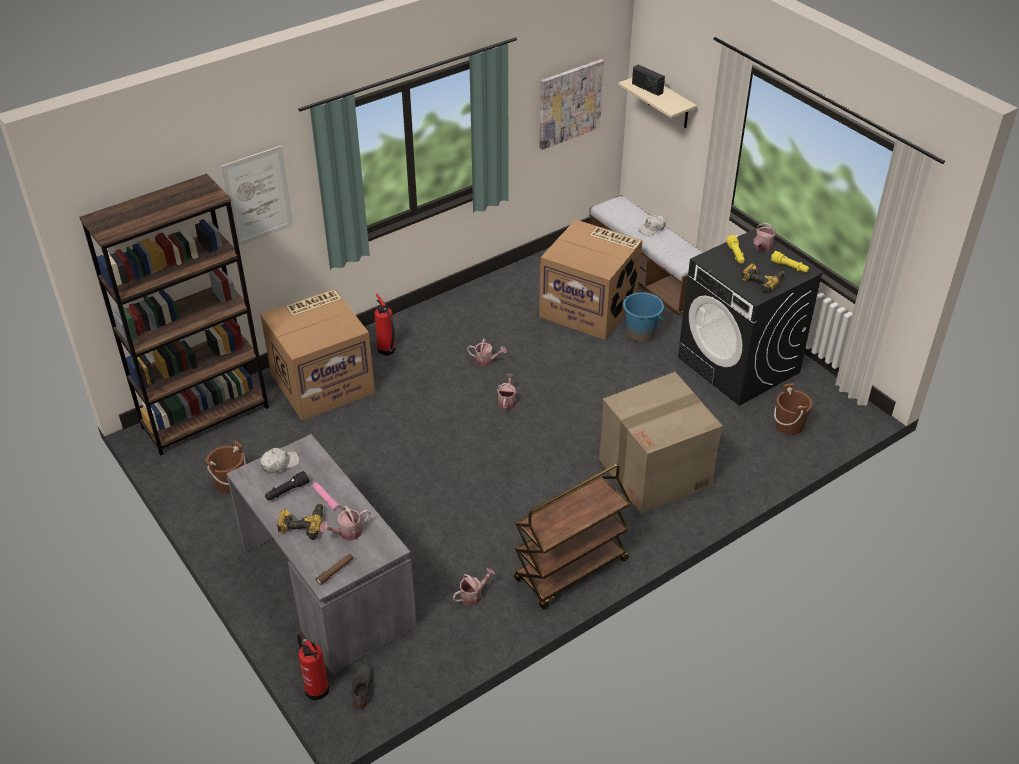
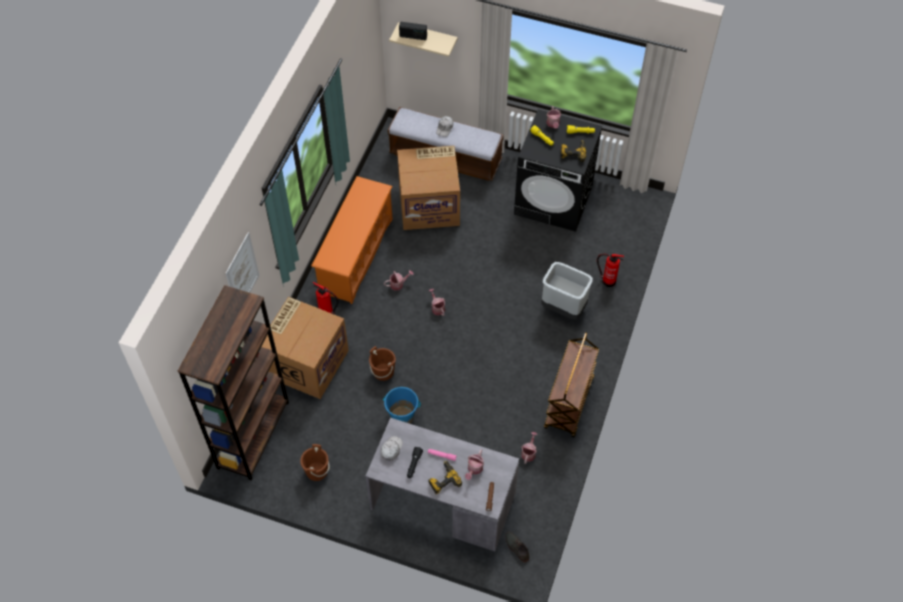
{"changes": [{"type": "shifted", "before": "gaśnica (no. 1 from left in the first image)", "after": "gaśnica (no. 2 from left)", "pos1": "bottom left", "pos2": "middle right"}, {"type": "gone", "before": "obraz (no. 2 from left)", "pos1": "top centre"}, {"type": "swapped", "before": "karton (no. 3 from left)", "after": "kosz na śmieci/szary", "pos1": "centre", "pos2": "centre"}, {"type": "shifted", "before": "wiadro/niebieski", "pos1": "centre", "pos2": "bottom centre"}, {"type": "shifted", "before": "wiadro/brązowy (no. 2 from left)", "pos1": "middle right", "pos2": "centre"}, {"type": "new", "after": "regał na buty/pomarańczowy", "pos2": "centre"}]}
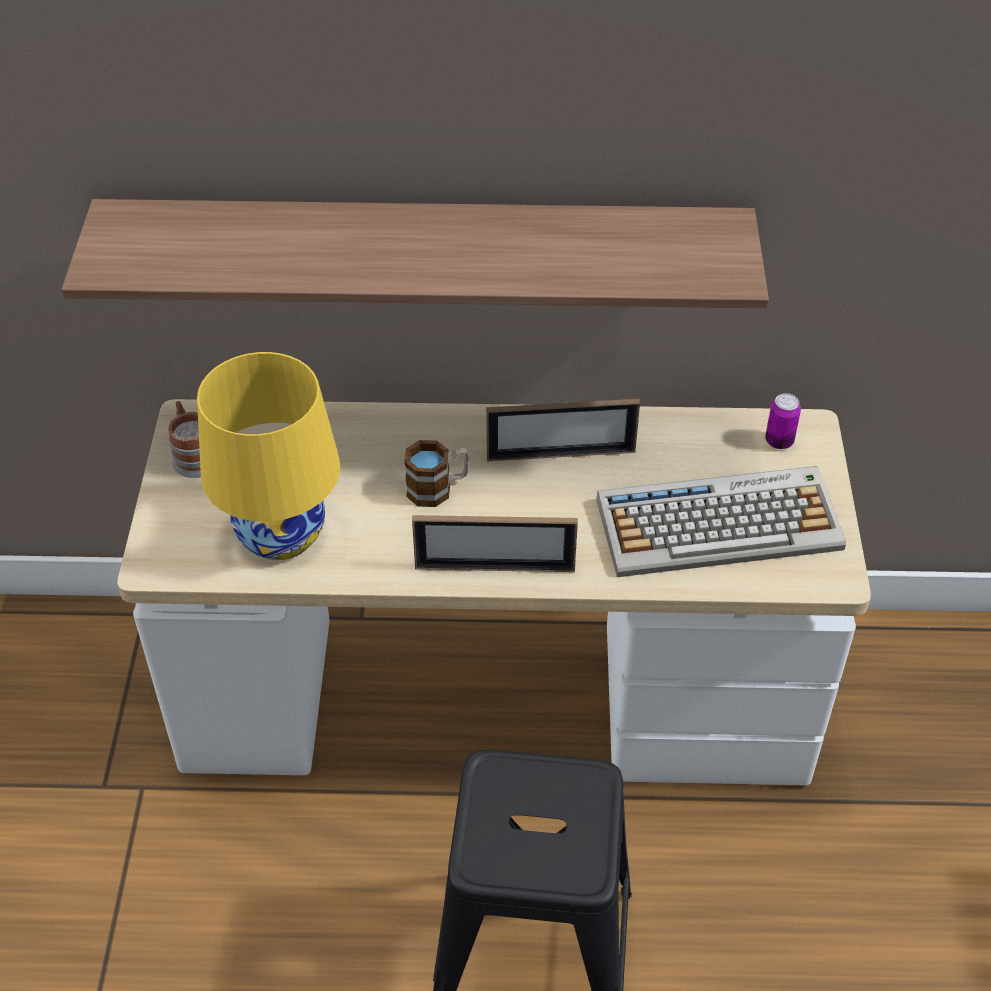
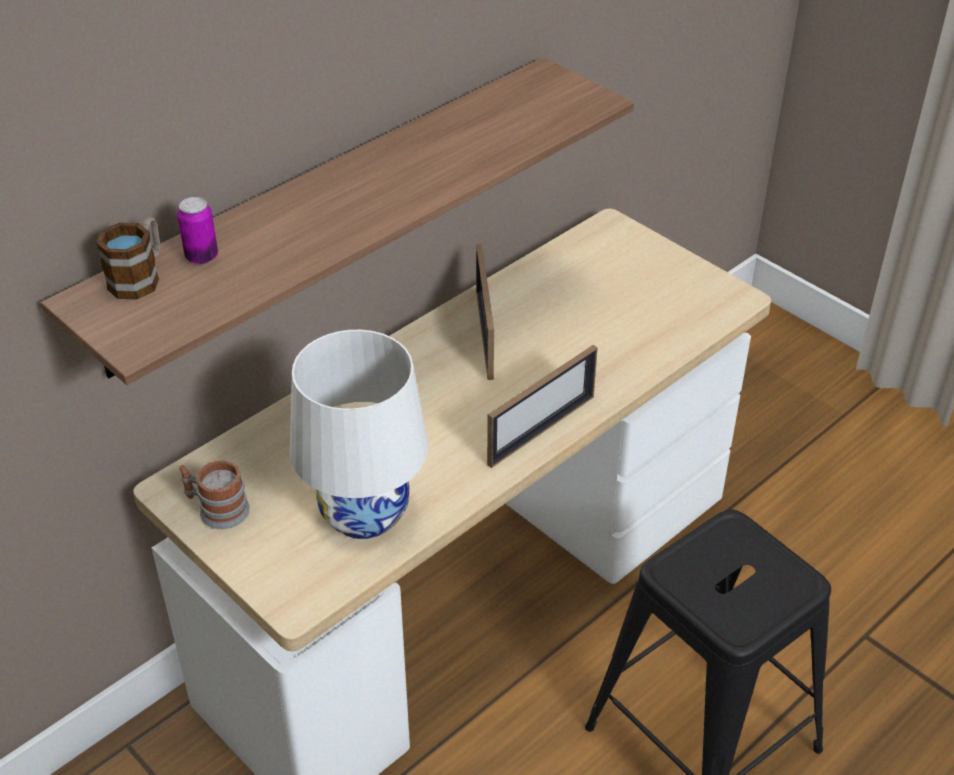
{"changes": [{"type": "repainted", "before": "lampa stołowa/żółty", "after": "lampa stołowa/biały", "pos1": "middle left", "pos2": "centre"}, {"type": "shifted", "before": "kubek (no. 2 from left in the first image)", "after": "kubek (no. 1 from left)", "pos1": "centre", "pos2": "top left"}, {"type": "rotated", "before": "ramka na zdjęcie (no. 2 from left in the first image)", "pos1": "centre", "pos2": "centre", "turn": 135}, {"type": "gone", "before": "klawiatura", "pos1": "middle right"}, {"type": "shifted", "before": "puszka", "pos1": "middle right", "pos2": "top left"}]}
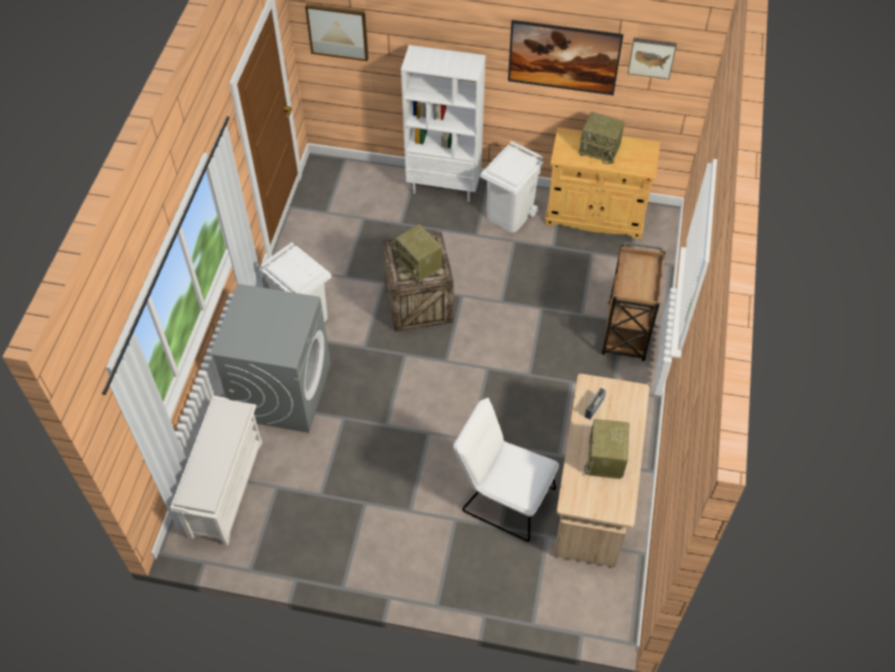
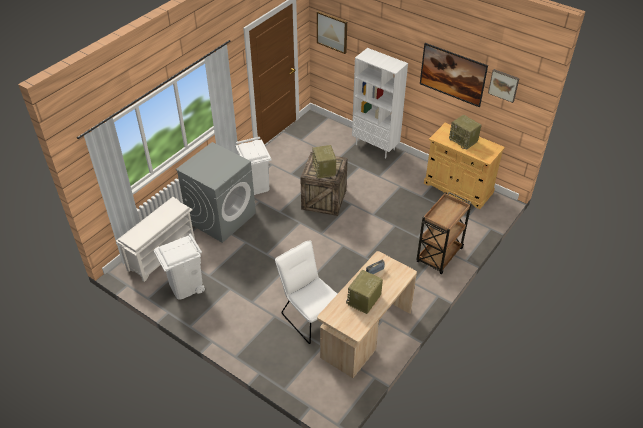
{"changes": [{"type": "shifted", "before": "kosz na śmieci/biały (no. 2 from left in the first image)", "after": "kosz na śmieci/biały (no. 1 from left)", "pos1": "top centre", "pos2": "middle left"}]}
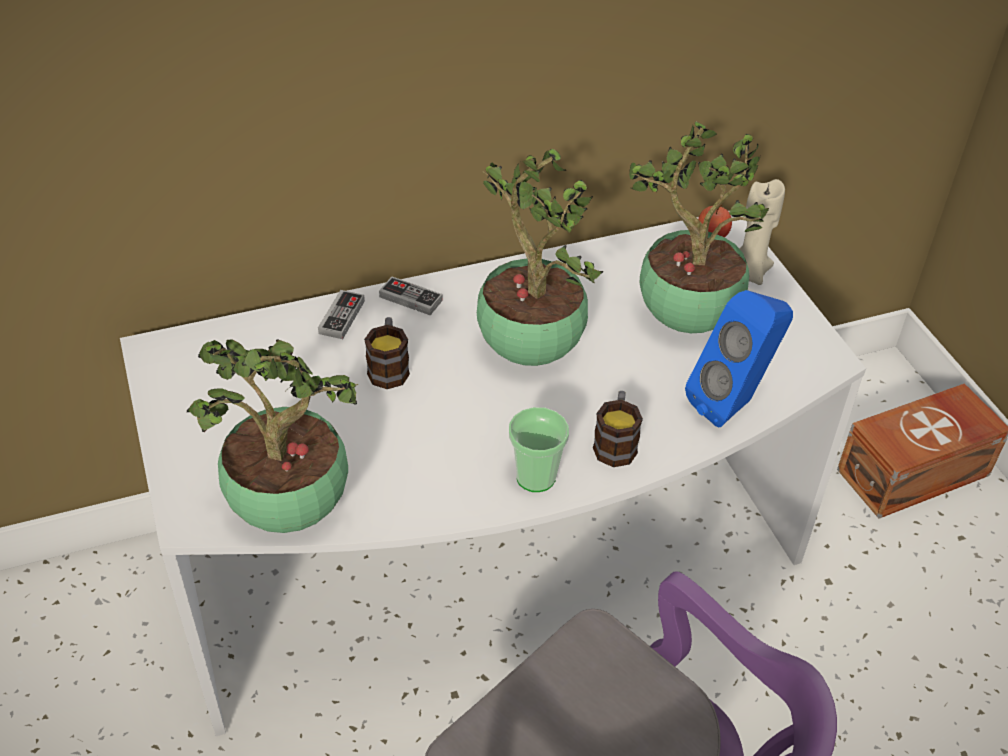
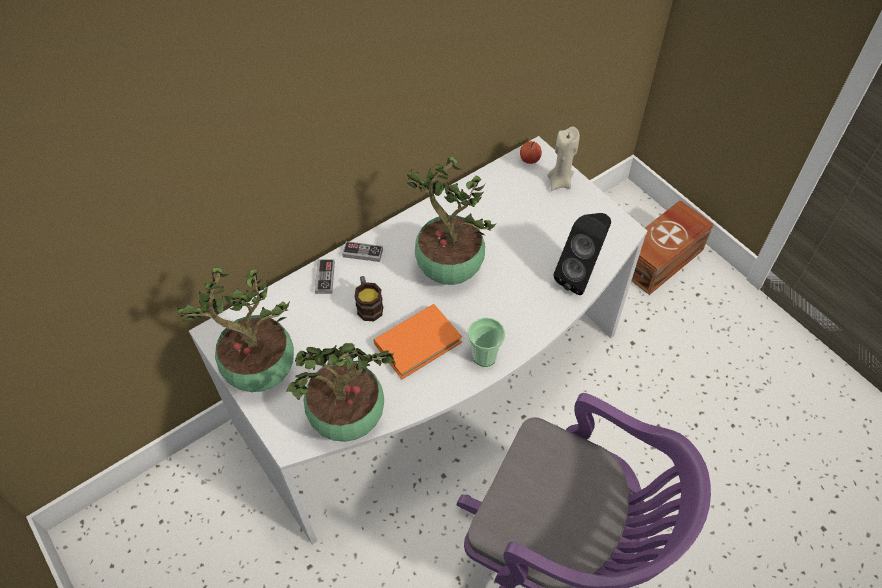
{"changes": [{"type": "gone", "before": "kubek (no. 2 from left)", "pos1": "centre"}, {"type": "shifted", "before": "roślina doniczkowa (no. 3 from left in the first image)", "after": "roślina doniczkowa (no. 1 from left)", "pos1": "top right", "pos2": "middle left"}, {"type": "repainted", "before": "głośnik/niebieski", "after": "głośnik/czarny", "pos1": "middle right", "pos2": "centre"}, {"type": "new", "after": "książka/pomarańczowy", "pos2": "centre"}]}
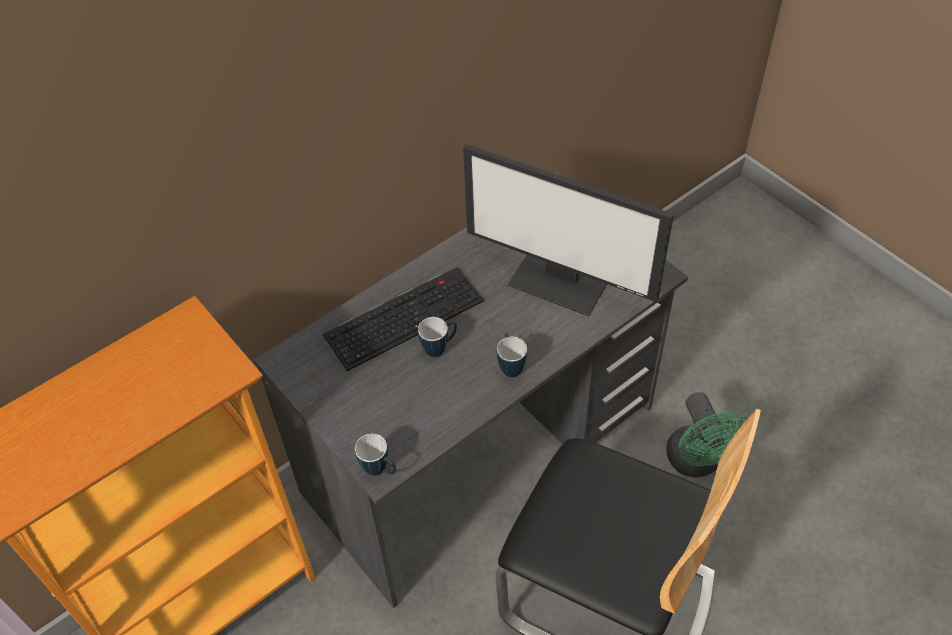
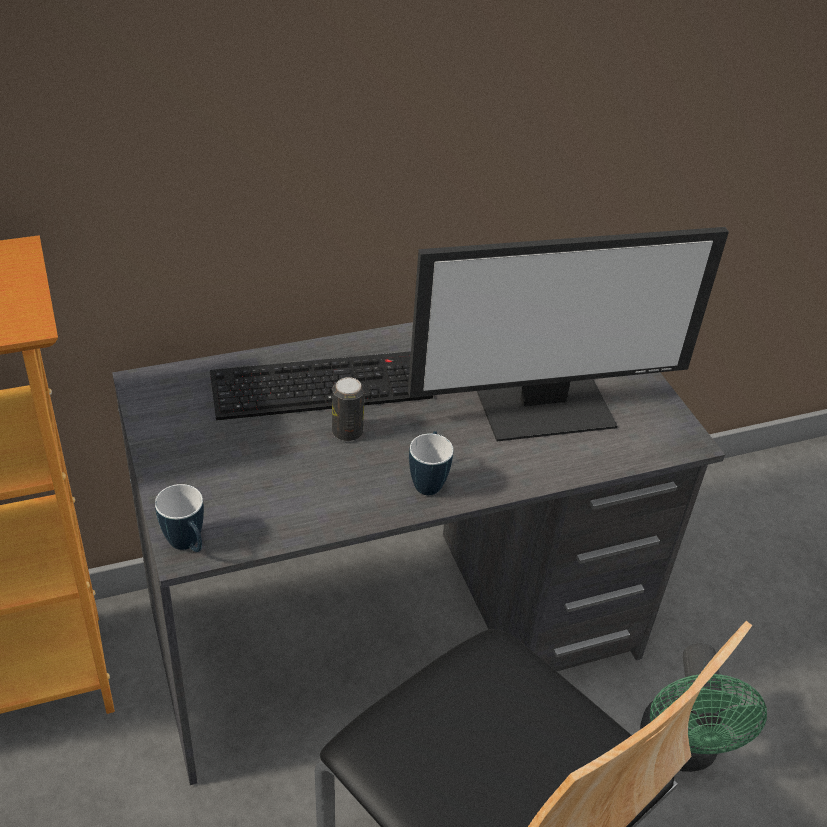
{"changes": [{"type": "swapped", "before": "kubek (no. 2 from left)", "after": "puszka", "pos1": "centre", "pos2": "centre"}, {"type": "rotated", "before": "monitor", "pos1": "centre", "pos2": "middle right", "turn": -60}]}
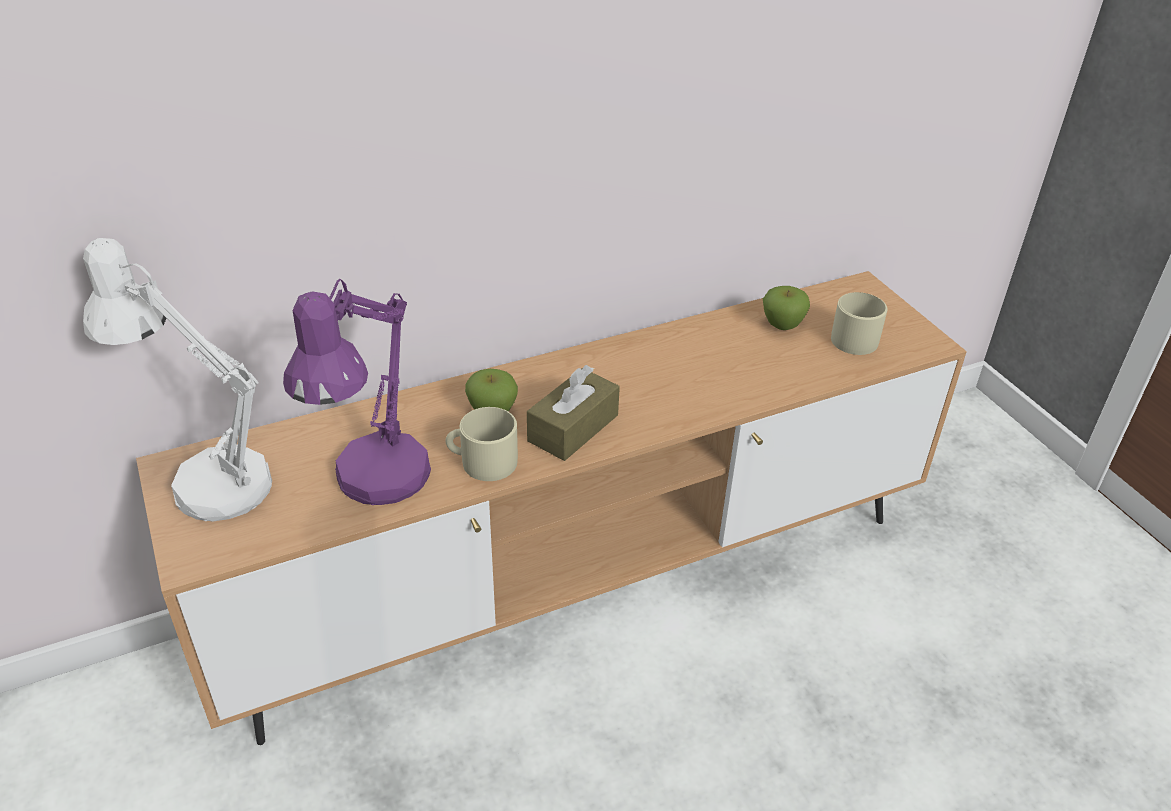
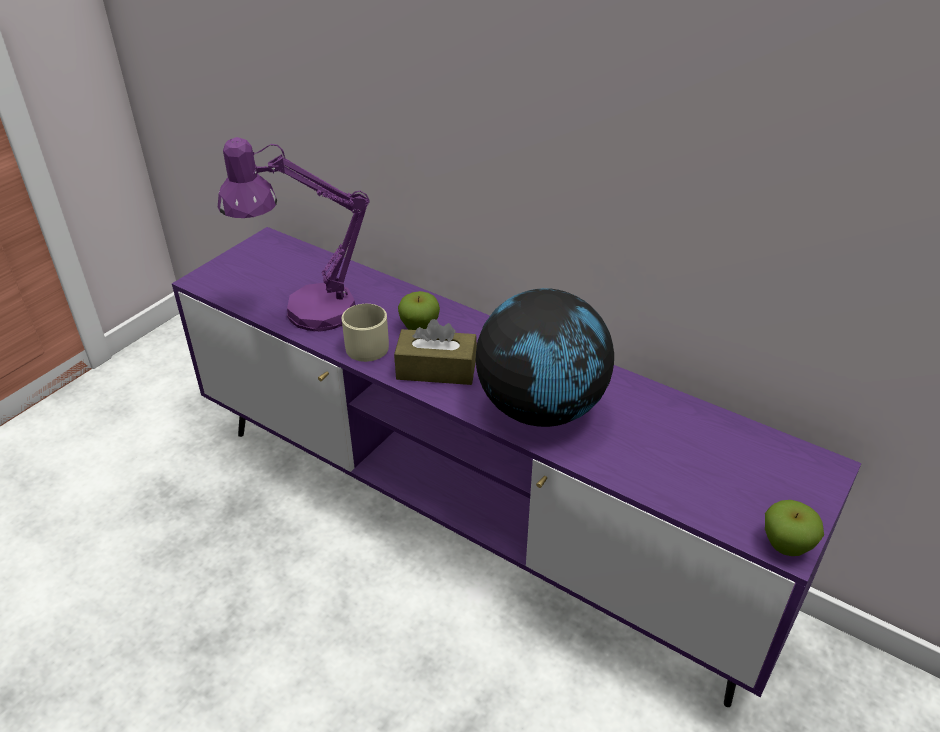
{"changes": [{"type": "gone", "before": "lampa stołowa/biały", "pos1": "middle left"}, {"type": "repainted", "before": "szafka pod telewizor/brązowy", "after": "szafka pod telewizor/fioletowy", "pos1": "centre", "pos2": "centre"}, {"type": "shifted", "before": "jabłko (no. 2 from left)", "pos1": "middle right", "pos2": "bottom right"}, {"type": "gone", "before": "kubek/beżowy (no. 2 from left)", "pos1": "middle right"}, {"type": "new", "after": "globus", "pos2": "centre"}]}
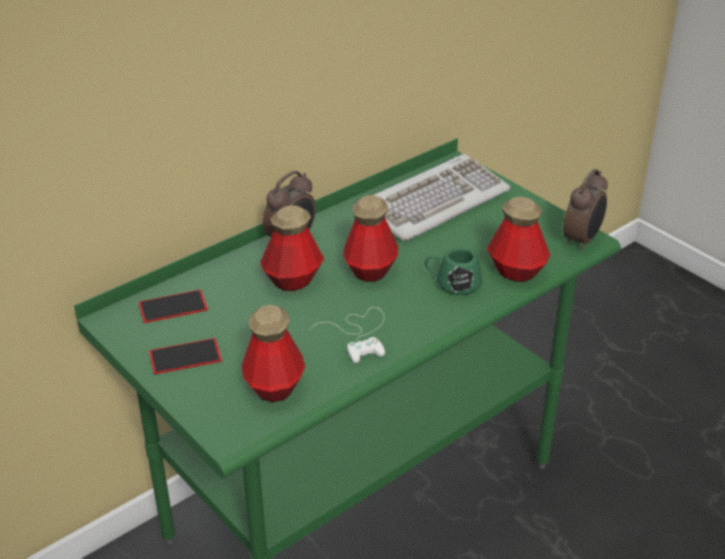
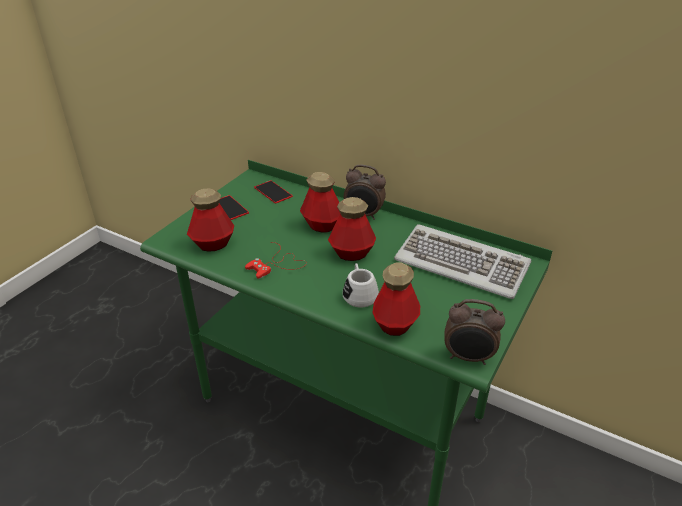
{"changes": [{"type": "repainted", "before": "pad do gier/biały", "after": "pad do gier/czerwony", "pos1": "centre", "pos2": "centre"}, {"type": "repainted", "before": "kubek/zielony", "after": "kubek/biały", "pos1": "centre", "pos2": "centre"}]}
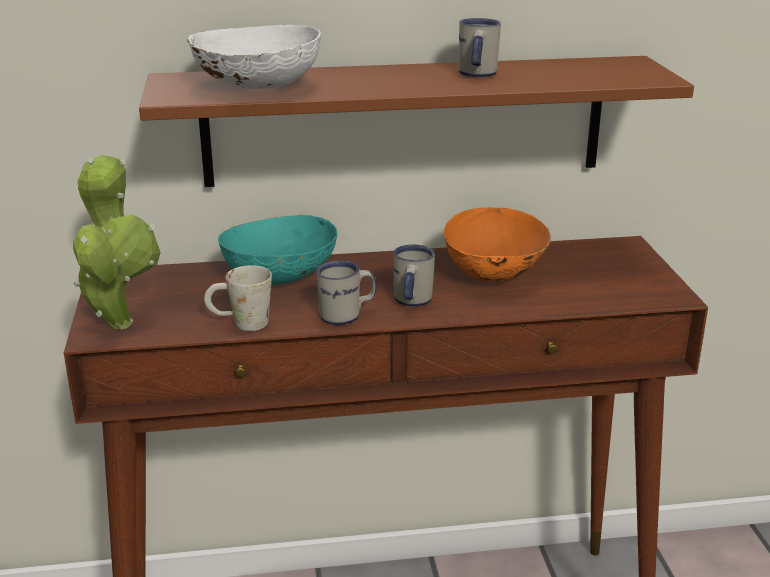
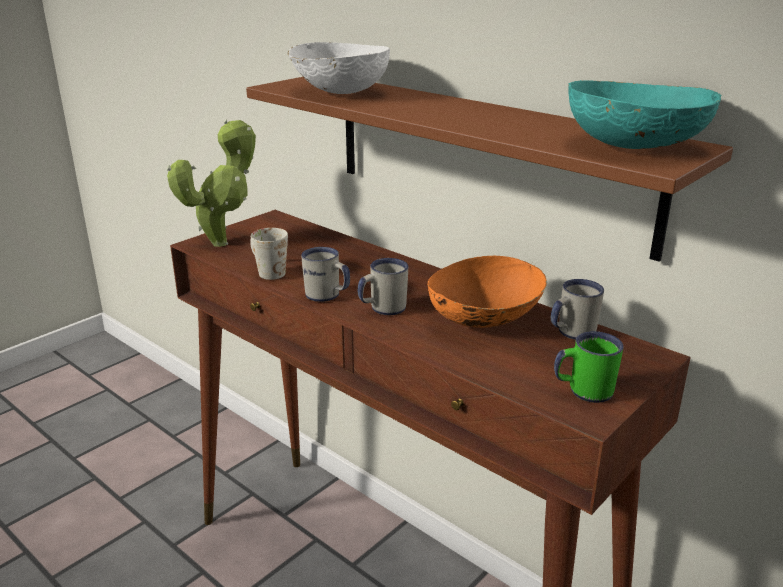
{"changes": [{"type": "shifted", "before": "miska/turkusowy", "pos1": "centre", "pos2": "top right"}, {"type": "shifted", "before": "kubek/biały (no. 4 from left)", "pos1": "top centre", "pos2": "middle right"}, {"type": "new", "after": "kubek/zielony", "pos2": "middle right"}]}
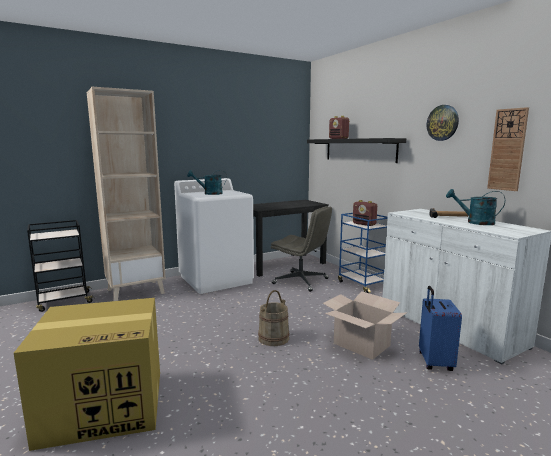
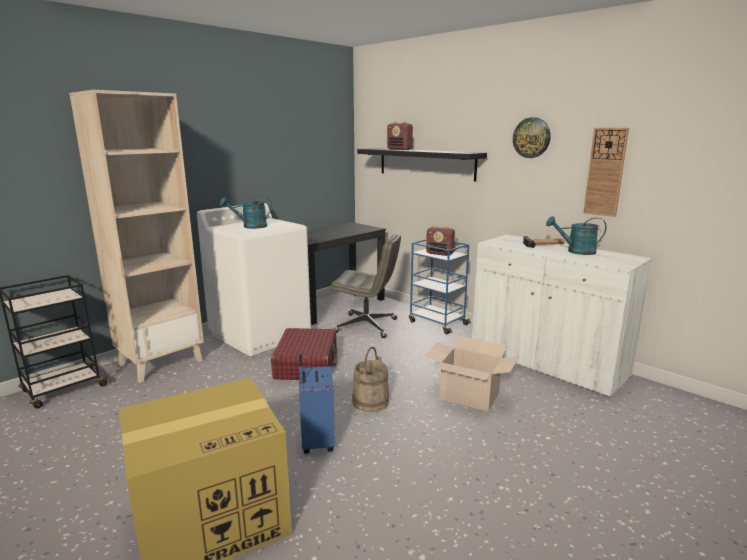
{"changes": [{"type": "shifted", "before": "walizka/niebieski", "pos1": "bottom right", "pos2": "bottom centre"}, {"type": "new", "after": "walizka/czerwony", "pos2": "centre"}]}
